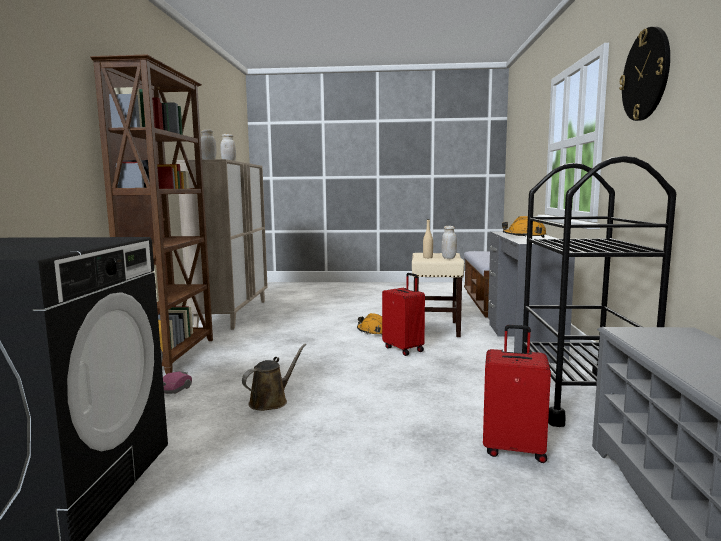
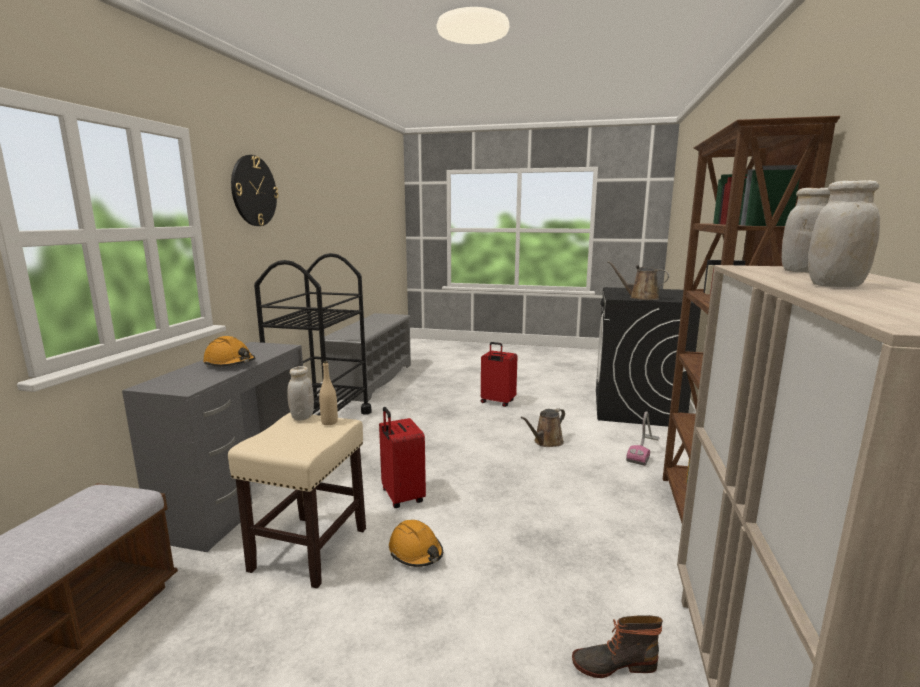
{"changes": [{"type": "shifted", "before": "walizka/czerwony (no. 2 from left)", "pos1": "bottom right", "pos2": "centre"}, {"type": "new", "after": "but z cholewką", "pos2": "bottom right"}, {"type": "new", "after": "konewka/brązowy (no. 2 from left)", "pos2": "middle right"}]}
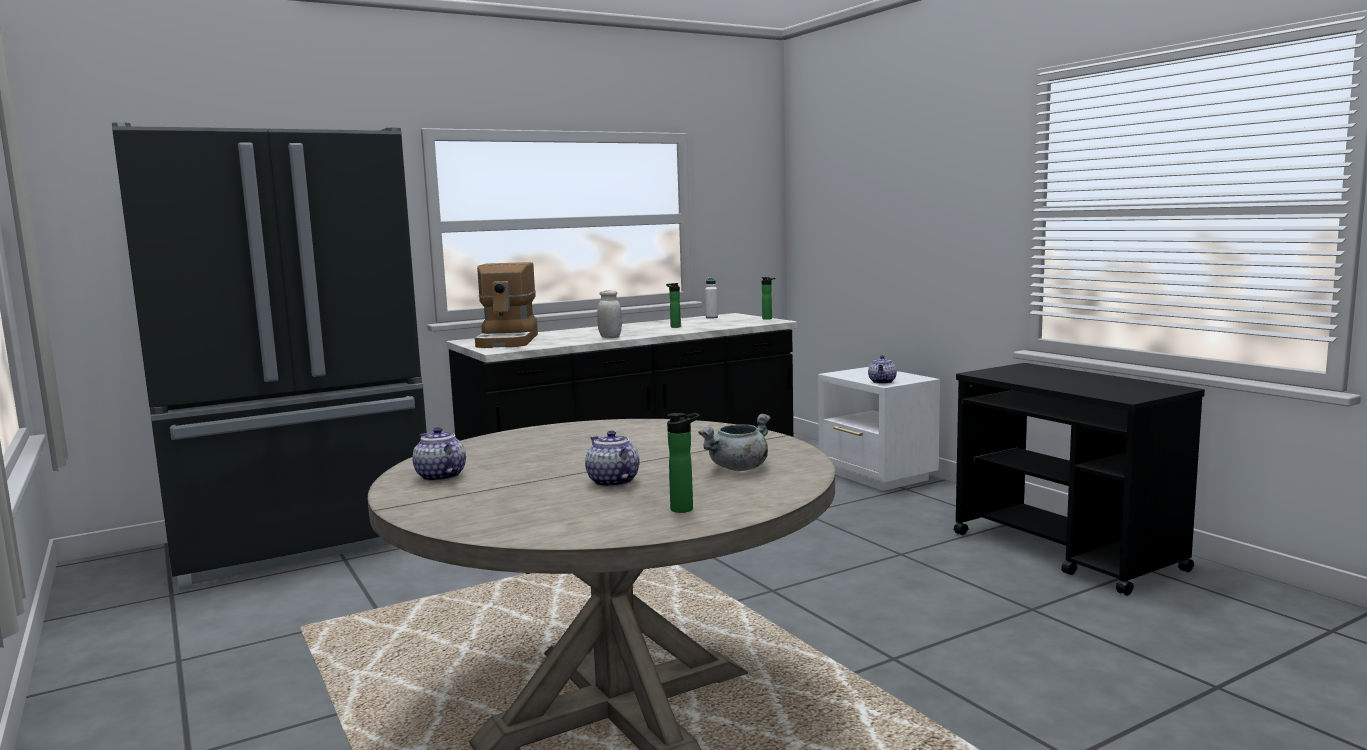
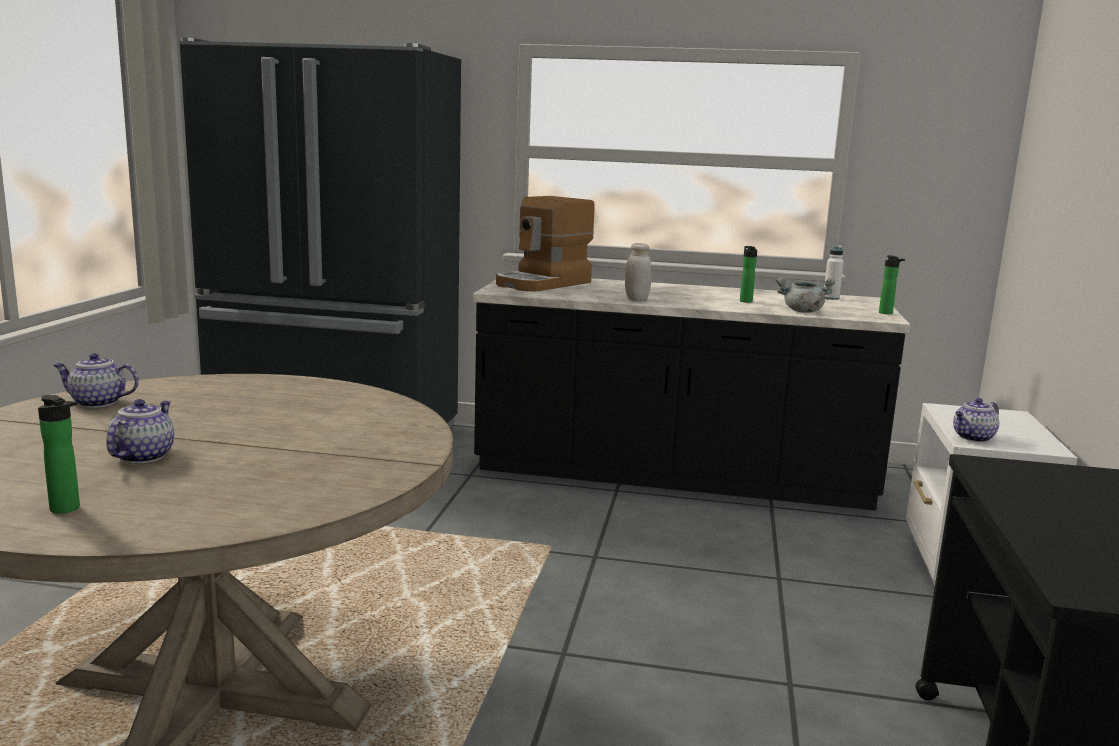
{"changes": [{"type": "rotated", "before": "imbryk (no. 1 from left)", "pos1": "middle left", "pos2": "middle left", "turn": -90}, {"type": "shifted", "before": "garnek/szary", "pos1": "centre", "pos2": "middle right"}]}
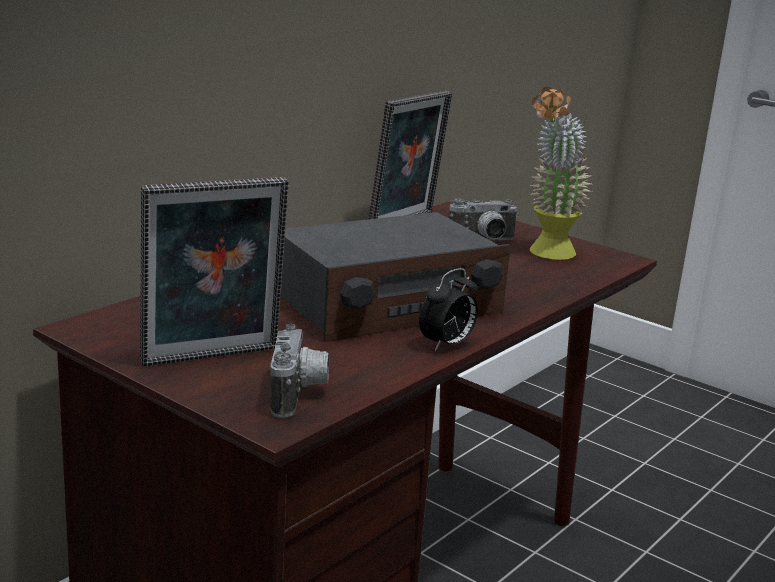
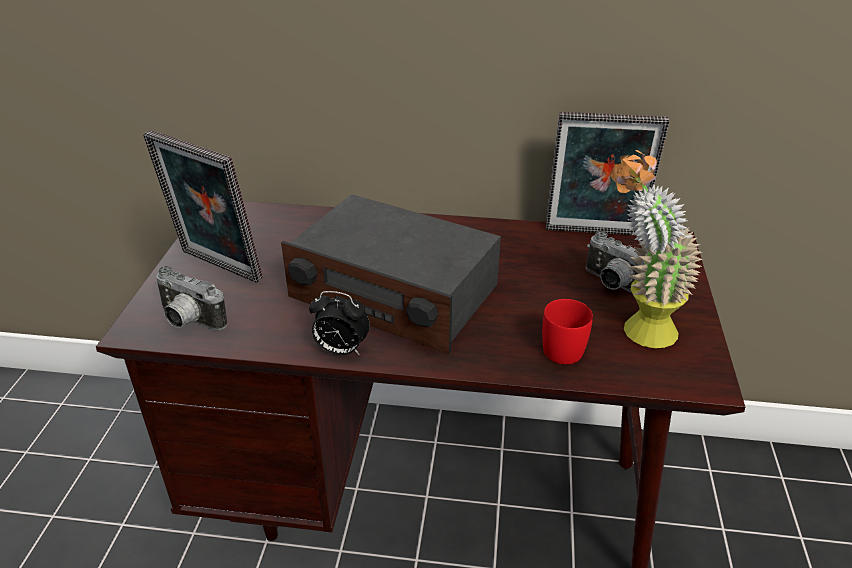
{"changes": [{"type": "rotated", "before": "aparat fotograficzny (no. 1 from left)", "pos1": "centre", "pos2": "middle left", "turn": 60}, {"type": "new", "after": "kubek/czerwony", "pos2": "centre"}]}
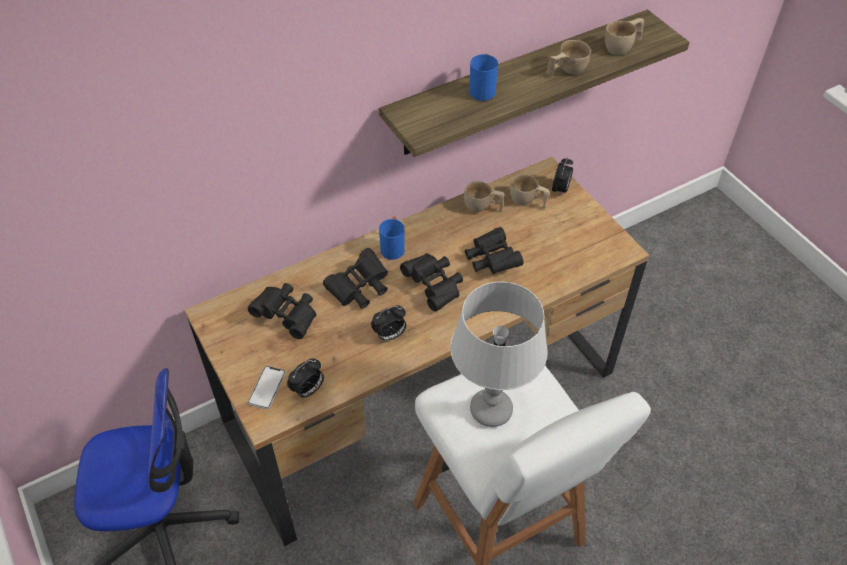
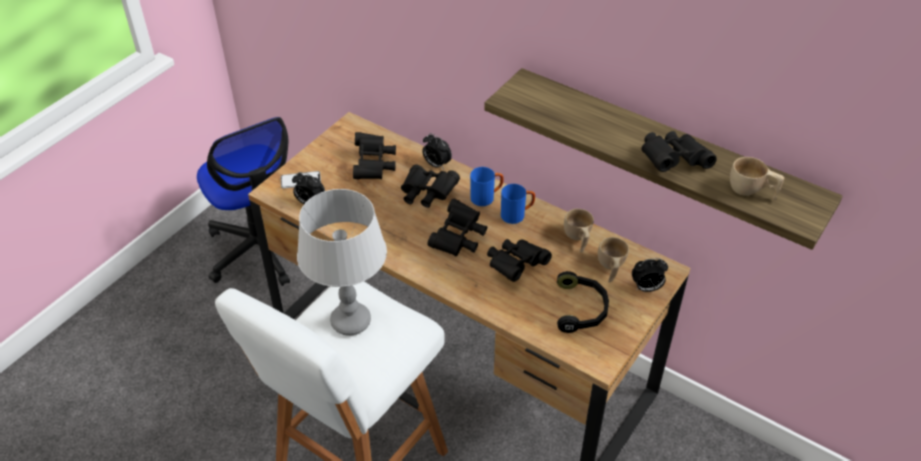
{"changes": [{"type": "shifted", "before": "budzik (no. 2 from left)", "pos1": "centre", "pos2": "top centre"}, {"type": "shifted", "before": "kubek/niebieski (no. 2 from left)", "pos1": "top centre", "pos2": "centre"}, {"type": "swapped", "before": "filiżanka/beżowy (no. 3 from left)", "after": "lornetka/czarny (no. 5 from left)", "pos1": "top right", "pos2": "top right"}, {"type": "new", "after": "słuchawki/czarny", "pos2": "centre"}]}
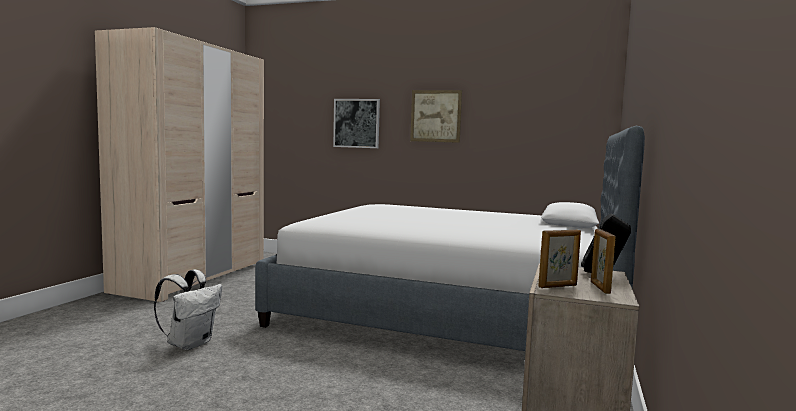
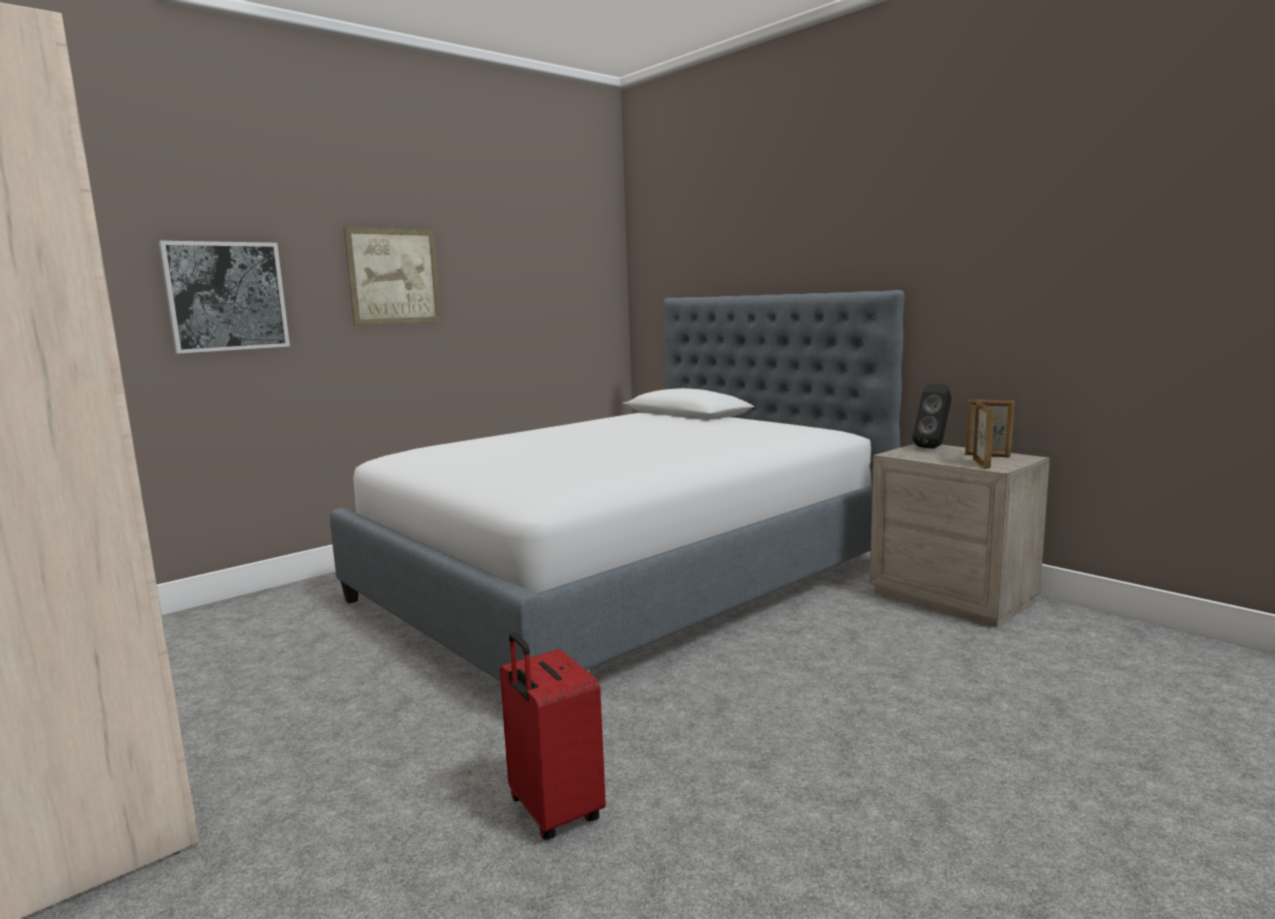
{"changes": [{"type": "swapped", "before": "plecak/biały", "after": "walizka/czerwony", "pos1": "bottom left", "pos2": "bottom centre"}]}
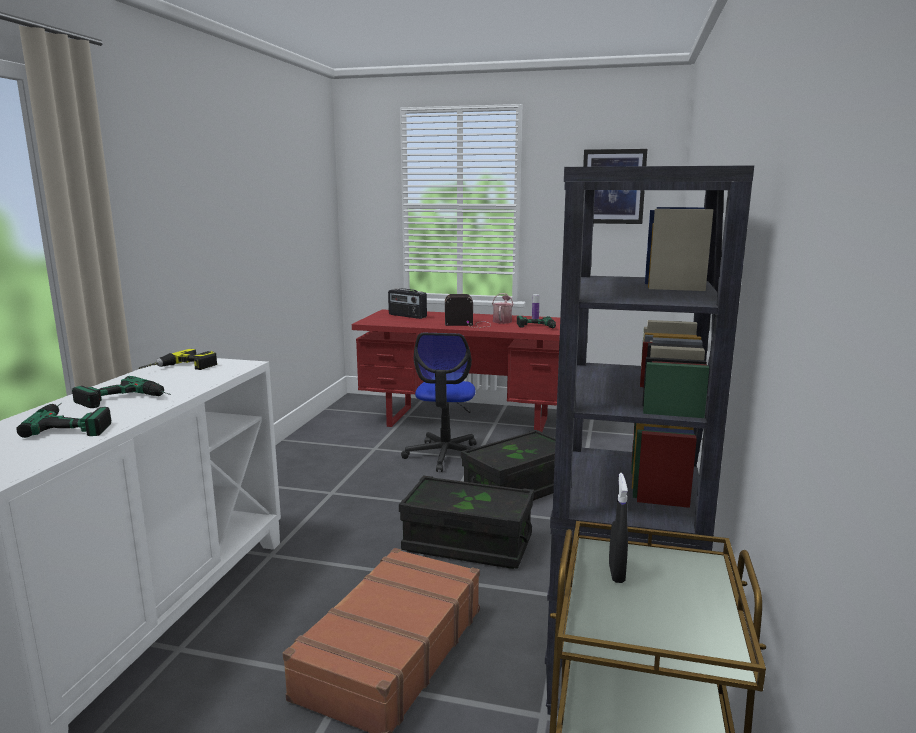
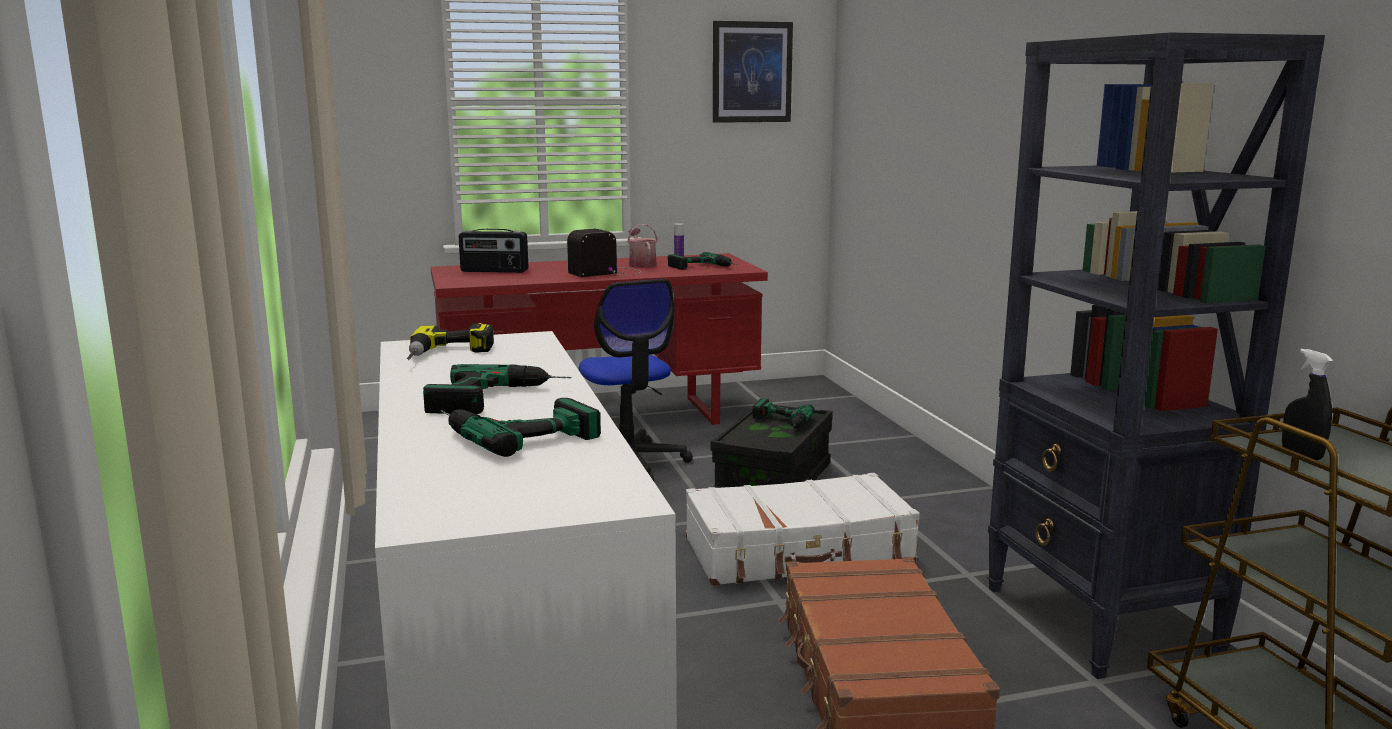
{"changes": [{"type": "swapped", "before": "pojemnik do przechowywania/czarny (no. 1 from left)", "after": "walizka/biały", "pos1": "bottom centre", "pos2": "bottom centre"}, {"type": "new", "after": "wiertarka (no. 5 from left)", "pos2": "centre"}]}
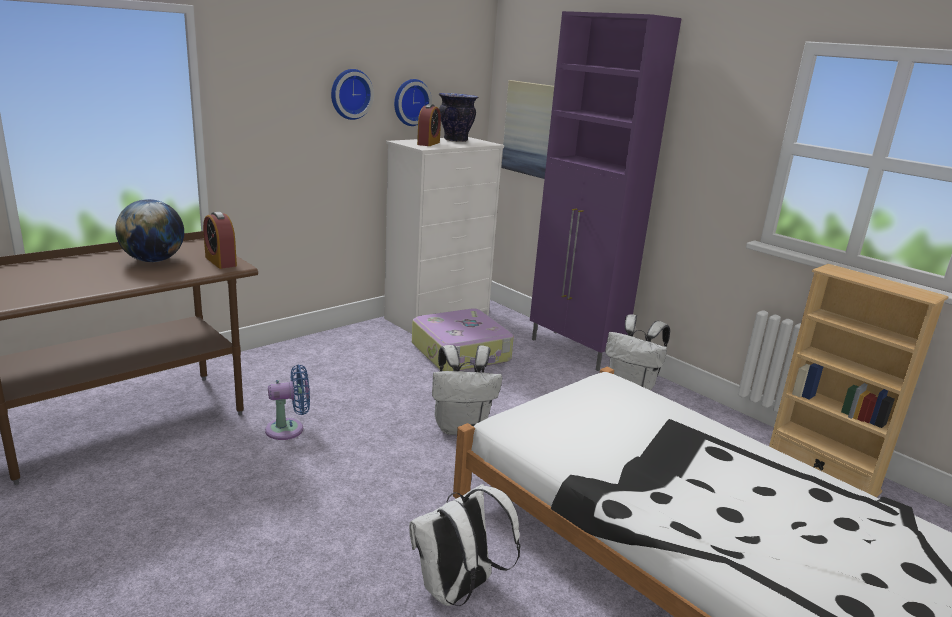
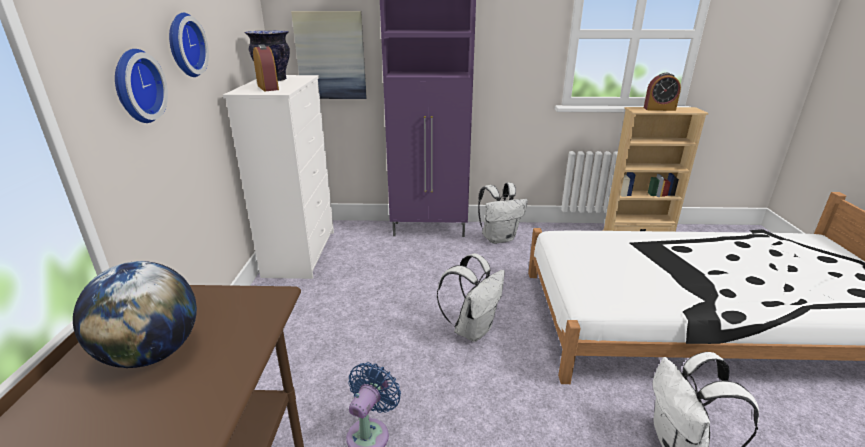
{"changes": [{"type": "shifted", "before": "budzik (no. 1 from left in the first image)", "after": "budzik (no. 2 from left)", "pos1": "middle left", "pos2": "top right"}, {"type": "shifted", "before": "zegar ścienny (no. 2 from left in the first image)", "after": "zegar ścienny (no. 1 from left)", "pos1": "top centre", "pos2": "top left"}, {"type": "gone", "before": "walizka", "pos1": "centre"}]}
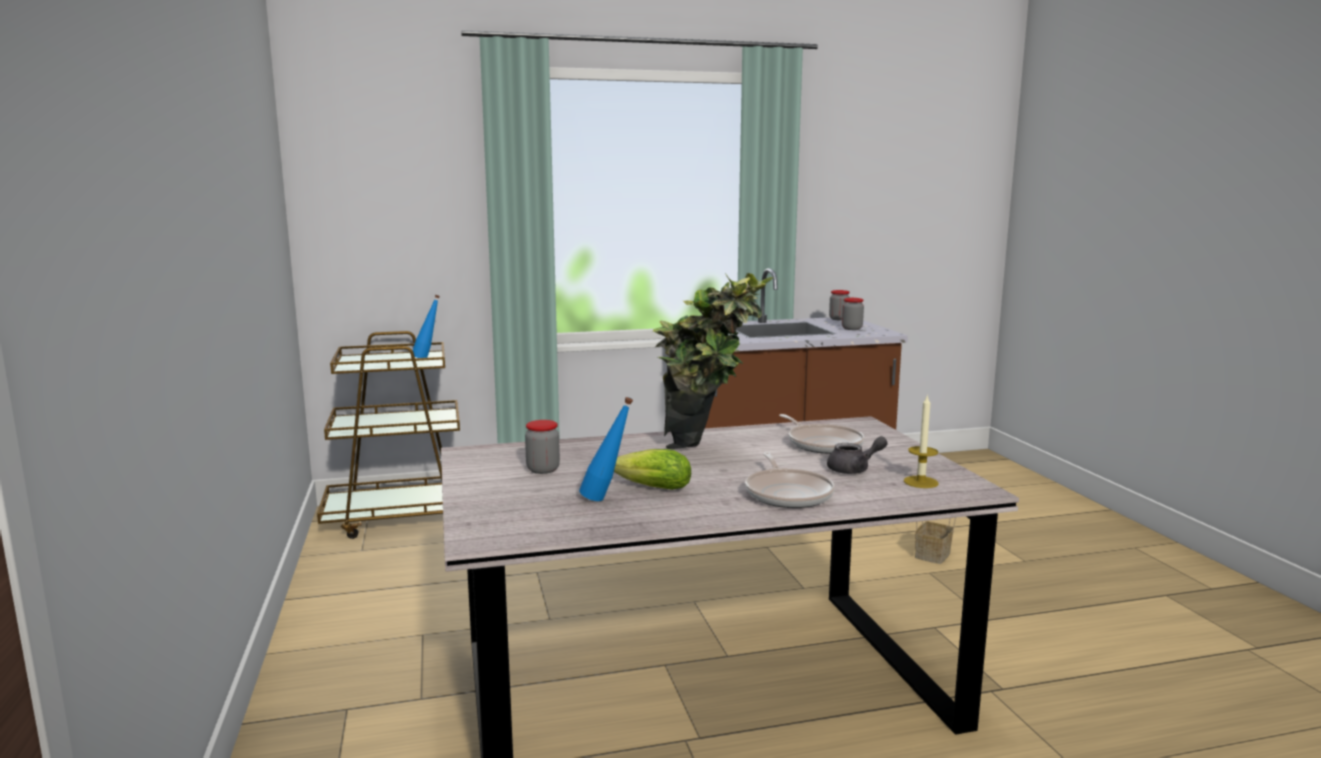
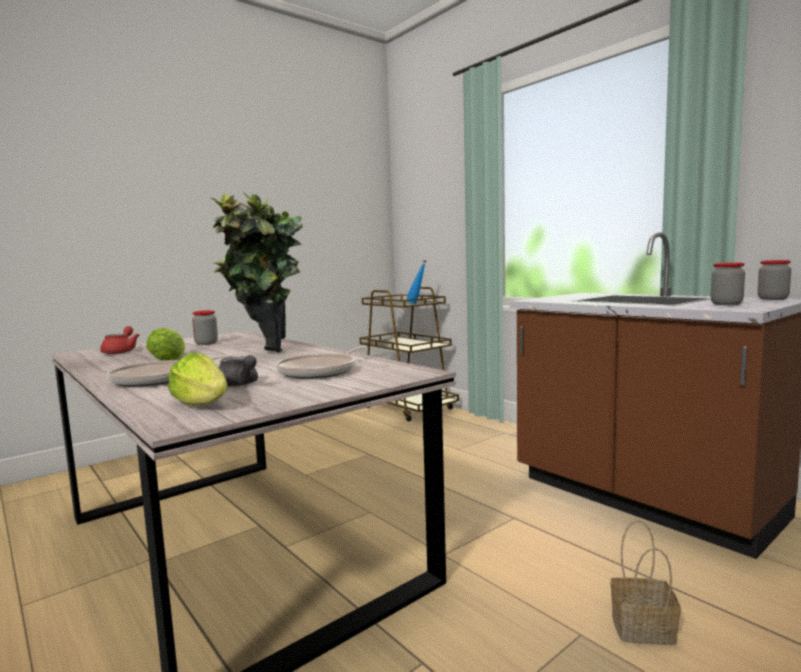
{"changes": [{"type": "gone", "before": "butelka/niebieski (no. 2 from left)", "pos1": "centre"}, {"type": "swapped", "before": "świeca", "after": "sałata (no. 2 from left)", "pos1": "middle right", "pos2": "middle left"}, {"type": "new", "after": "imbryk/czerwony", "pos2": "middle left"}]}
